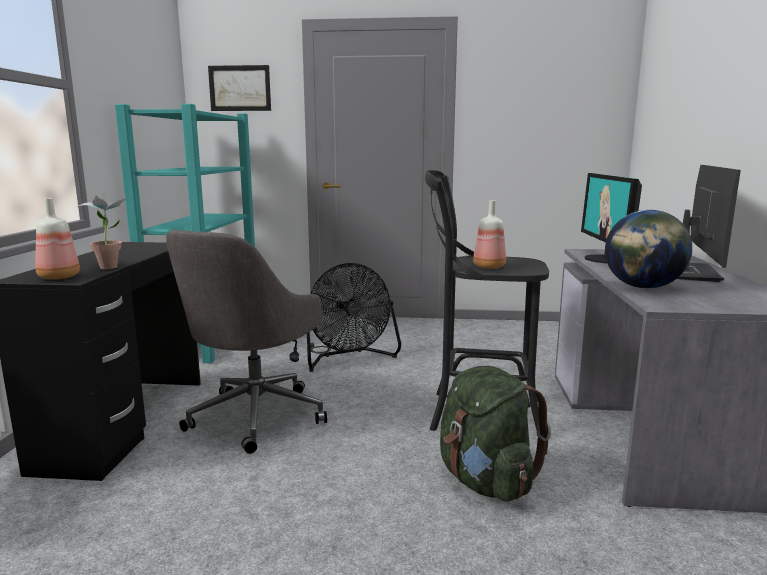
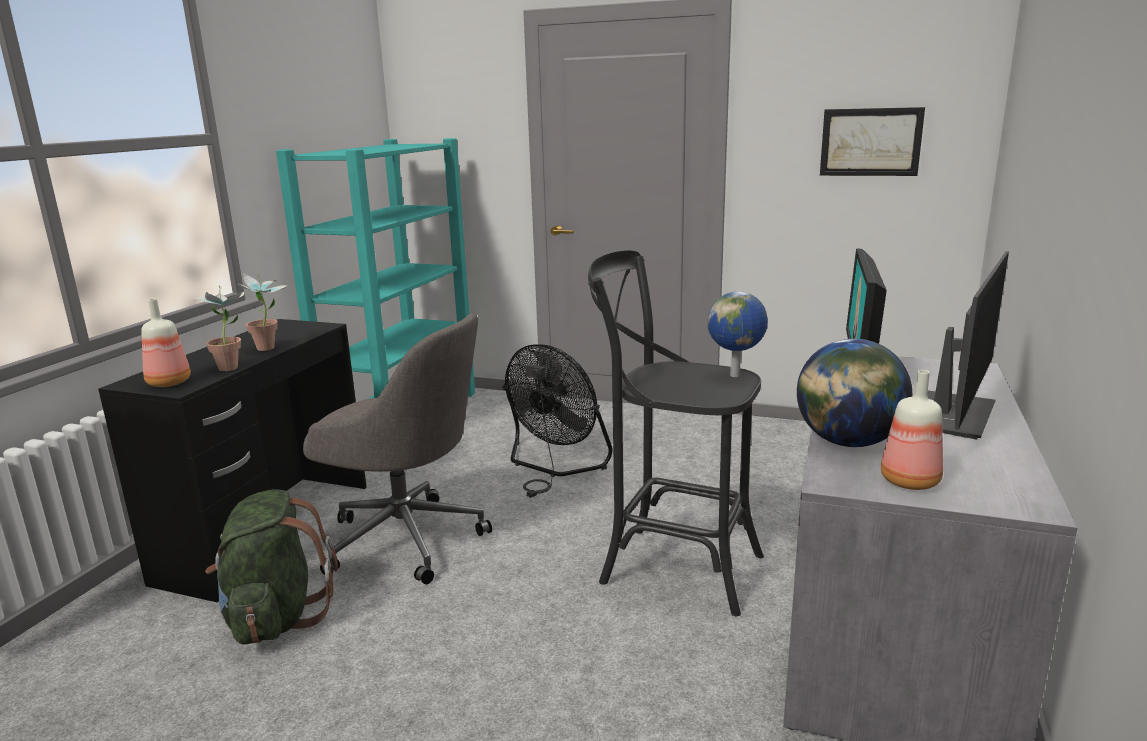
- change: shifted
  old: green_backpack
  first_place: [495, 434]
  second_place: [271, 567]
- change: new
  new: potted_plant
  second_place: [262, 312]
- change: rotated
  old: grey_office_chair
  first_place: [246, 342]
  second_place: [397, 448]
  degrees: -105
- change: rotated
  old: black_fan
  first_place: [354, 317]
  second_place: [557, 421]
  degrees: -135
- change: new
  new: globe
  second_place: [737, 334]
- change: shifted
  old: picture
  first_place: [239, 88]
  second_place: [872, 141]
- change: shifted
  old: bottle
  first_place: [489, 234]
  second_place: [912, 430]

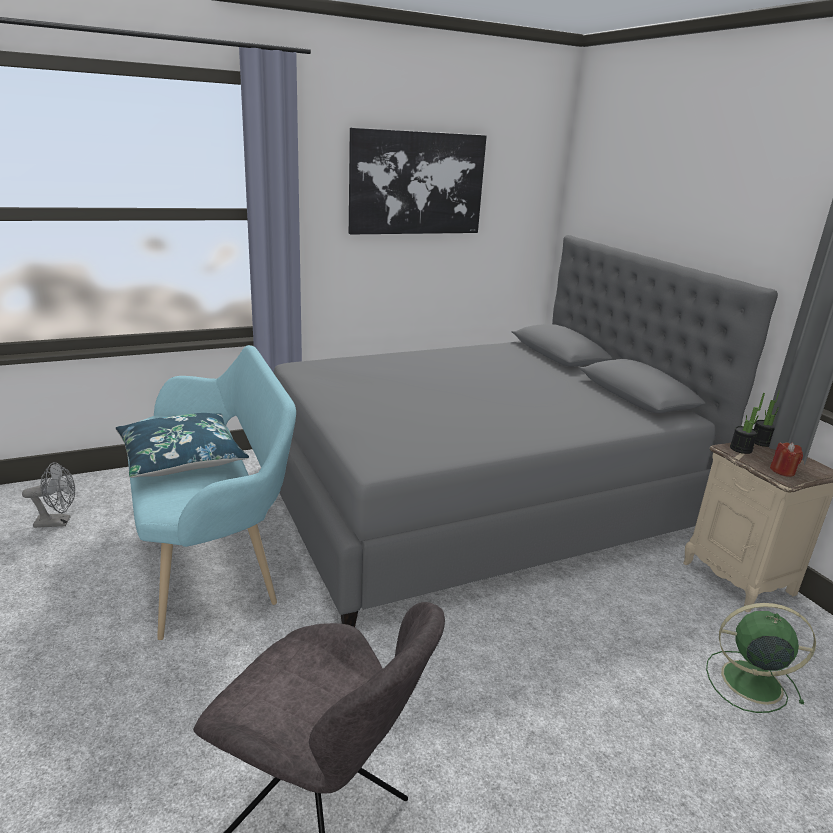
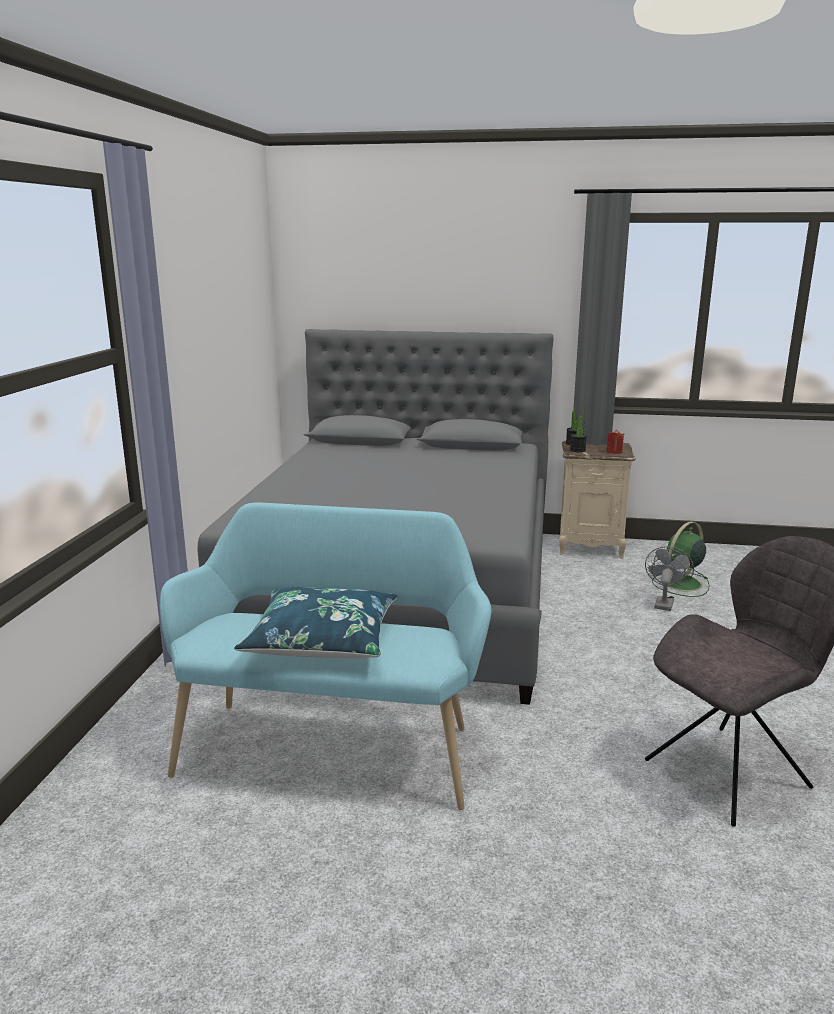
- change: shifted
  old: grey_fan
  first_place: [48, 495]
  second_place: [669, 578]
- change: gone
  old: picture
  first_place: [418, 181]

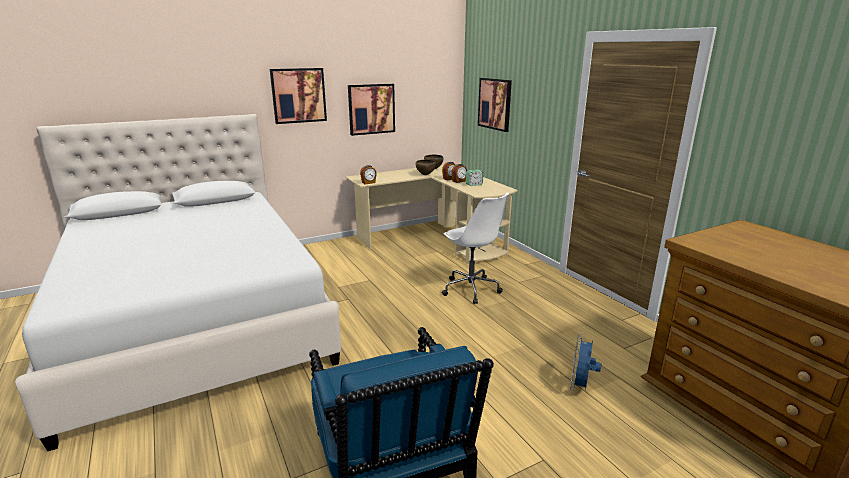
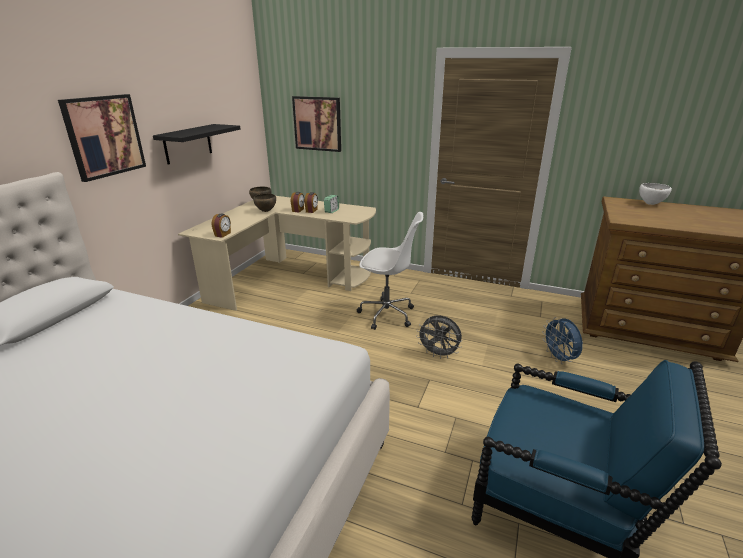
- change: swapped
  old: picture
  new: black_shelf
  first_place: [371, 110]
  second_place: [197, 144]
- change: new
  new: grey_fan
  second_place: [439, 337]
- change: new
  new: white_bowl
  second_place: [655, 194]

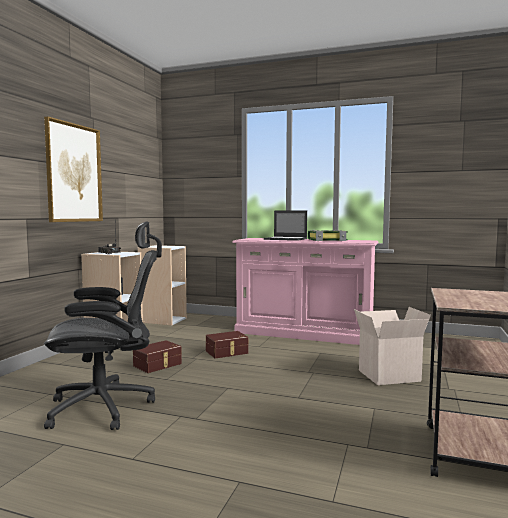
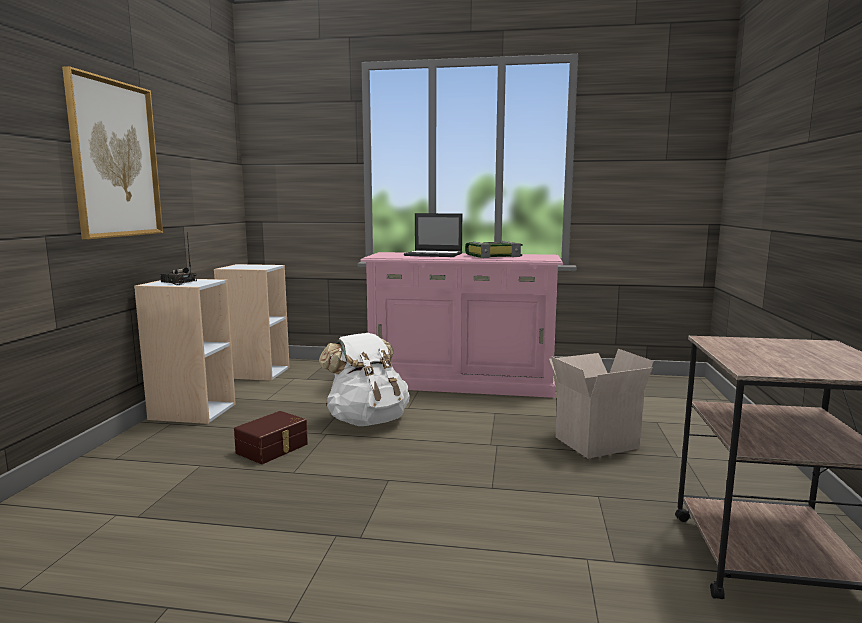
- change: swapped
  old: brown_storage_box
  new: white_backpack
  first_place: [227, 345]
  second_place: [364, 379]
- change: gone
  old: office_chair
  first_place: [103, 325]

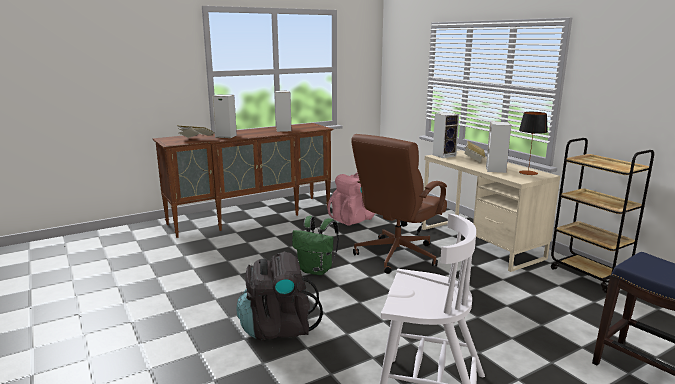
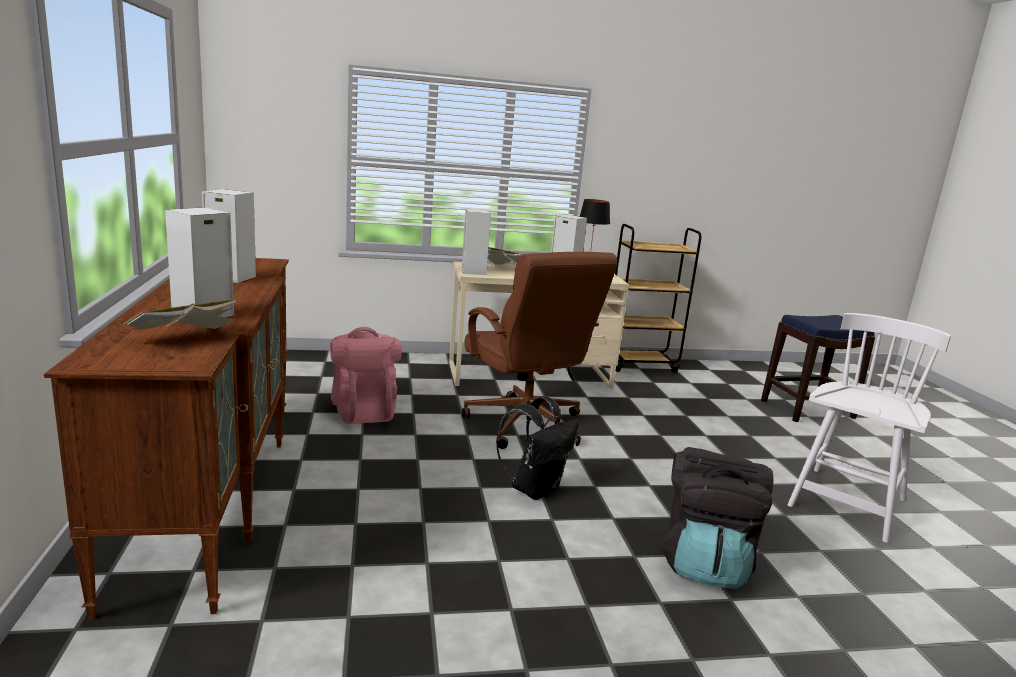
- change: repainted
  old: green_backpack
  new: black_backpack
  first_place: [315, 245]
  second_place: [537, 448]

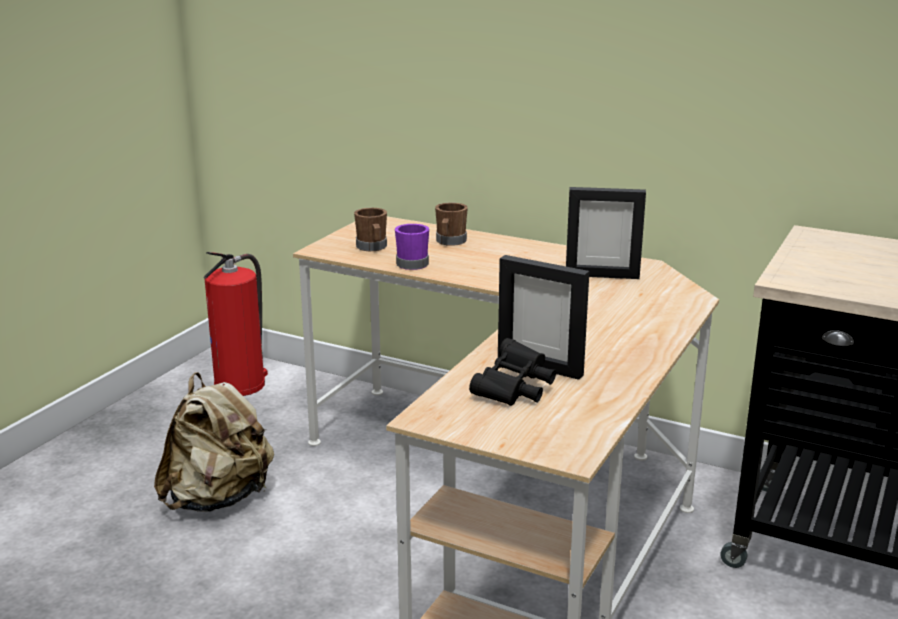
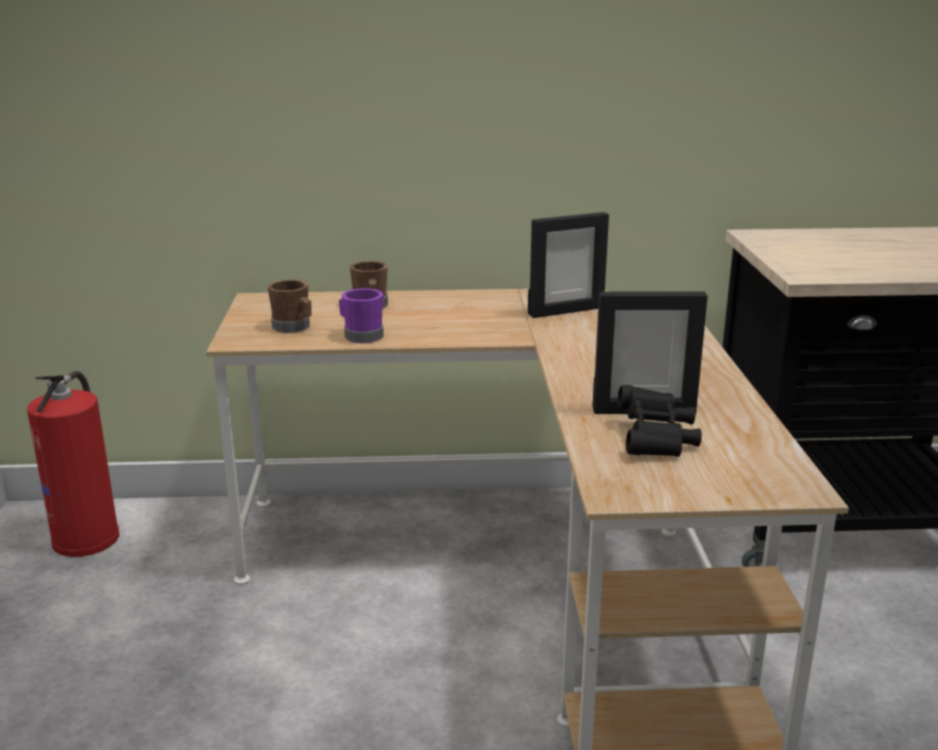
- change: gone
  old: beige_backpack
  first_place: [214, 442]

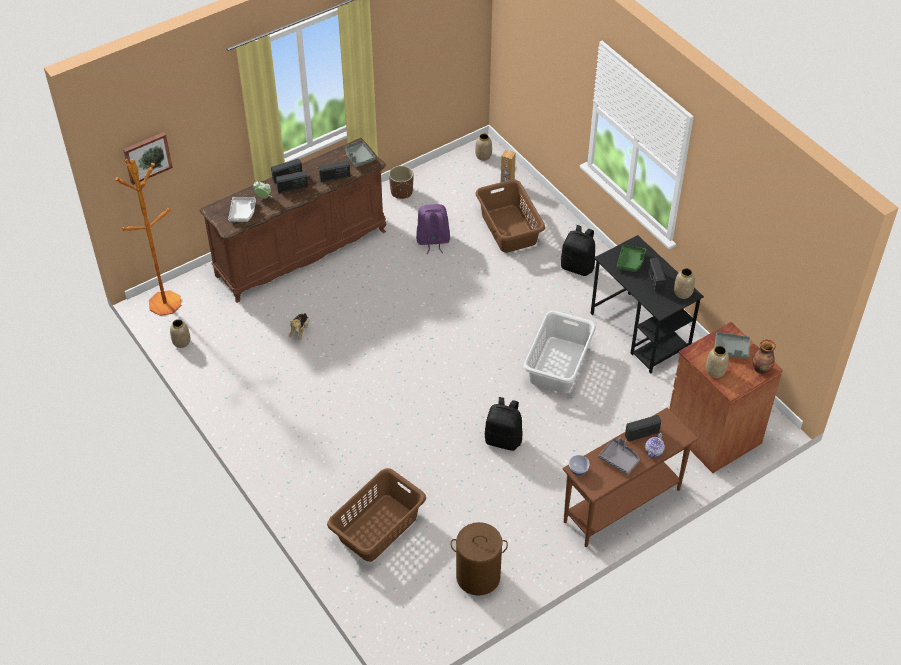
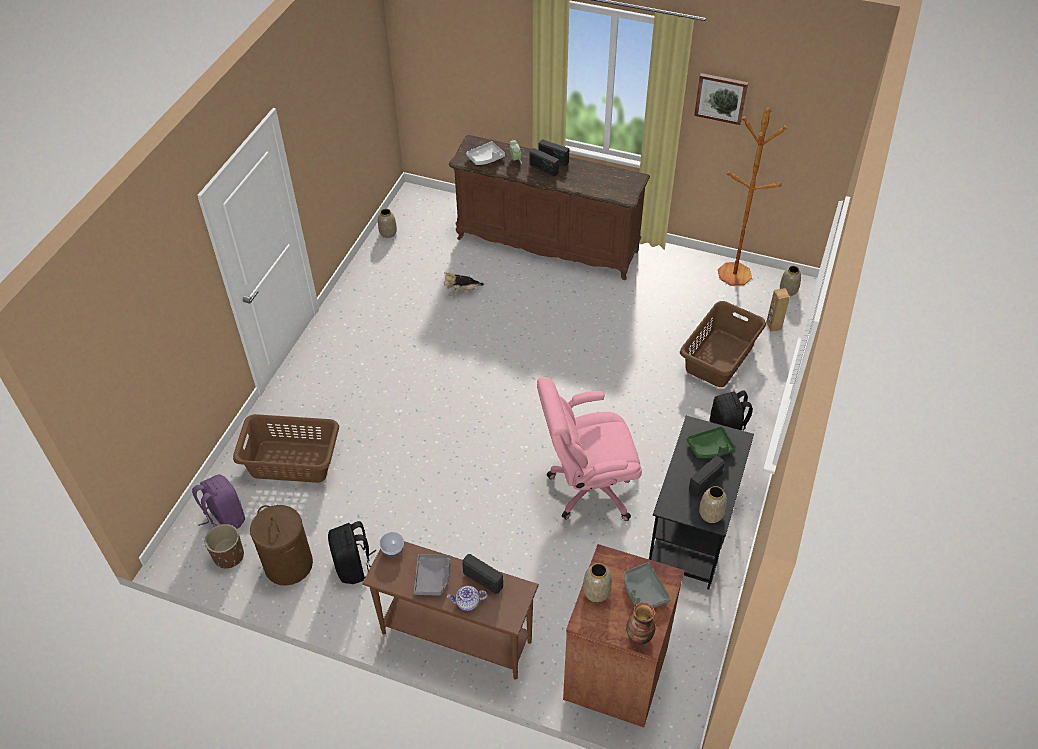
- change: shifted
  old: purple_backpack
  first_place: [433, 229]
  second_place: [218, 501]
- change: shifted
  old: brown_planter
  first_place: [401, 182]
  second_place: [224, 546]
- change: shifted
  old: black_backpack
  first_place: [503, 424]
  second_place: [352, 552]
- change: swapped
  old: grey_laundry_basket
  new: pink_office_chair
  first_place: [559, 351]
  second_place: [589, 449]
- change: shifted
  old: picture
  first_place: [148, 158]
  second_place: [721, 99]
- change: shifted
  old: orange_clothes_rack
  first_place: [148, 237]
  second_place: [753, 197]
- change: gone
  old: radio
  first_place: [334, 171]
- change: gone
  old: grey_tray
  first_place: [361, 153]

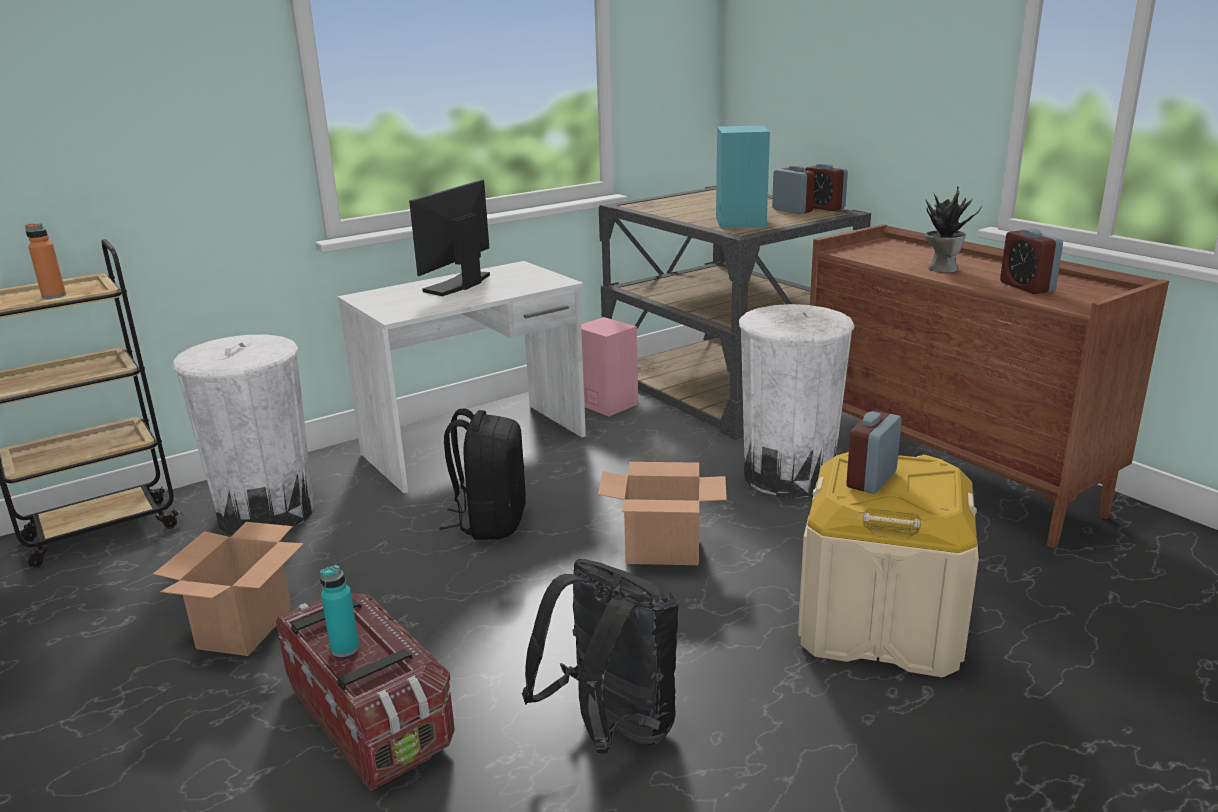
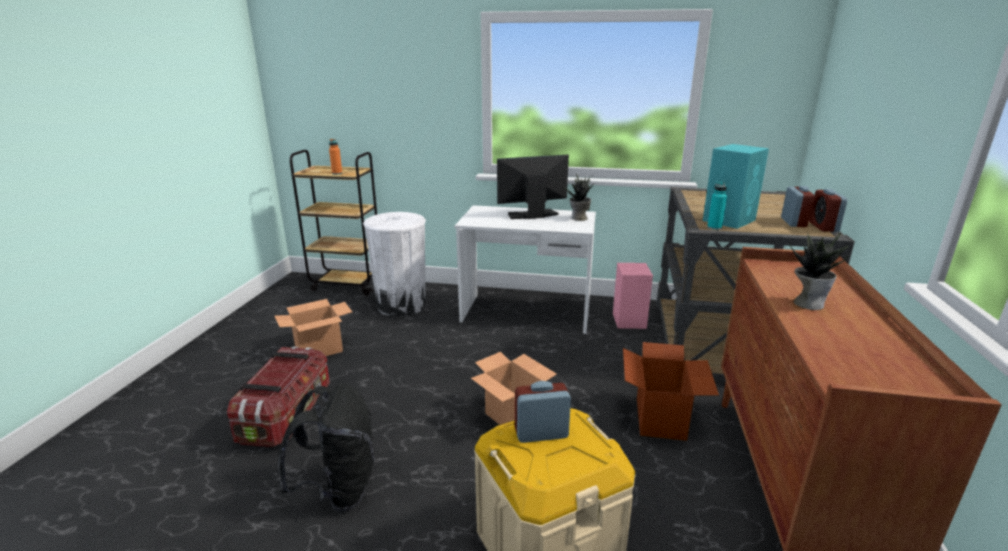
- change: new
  new: potted_plant
  second_place: [578, 197]
- change: swapped
  old: white_trash_can
  new: cardboard_box
  first_place: [797, 401]
  second_place: [671, 391]
- change: shifted
  old: turquoise_bottle
  first_place: [339, 611]
  second_place: [717, 206]
- change: gone
  old: black_backpack
  first_place: [482, 474]
- change: gone
  old: alarm_clock
  first_place: [1031, 261]

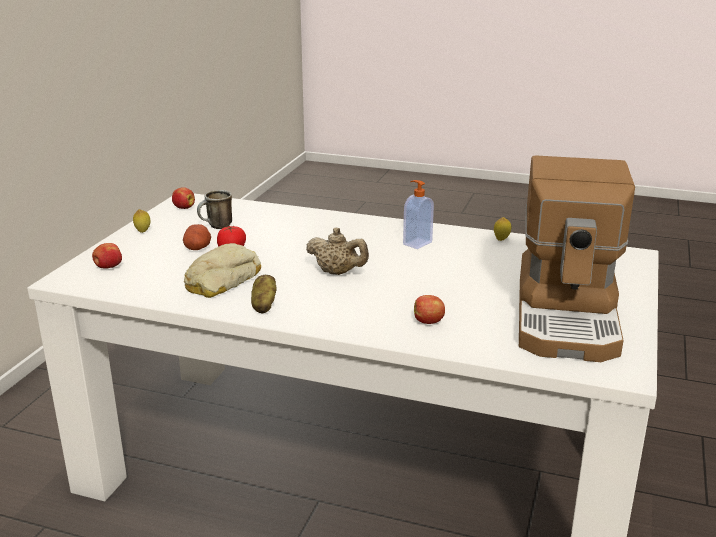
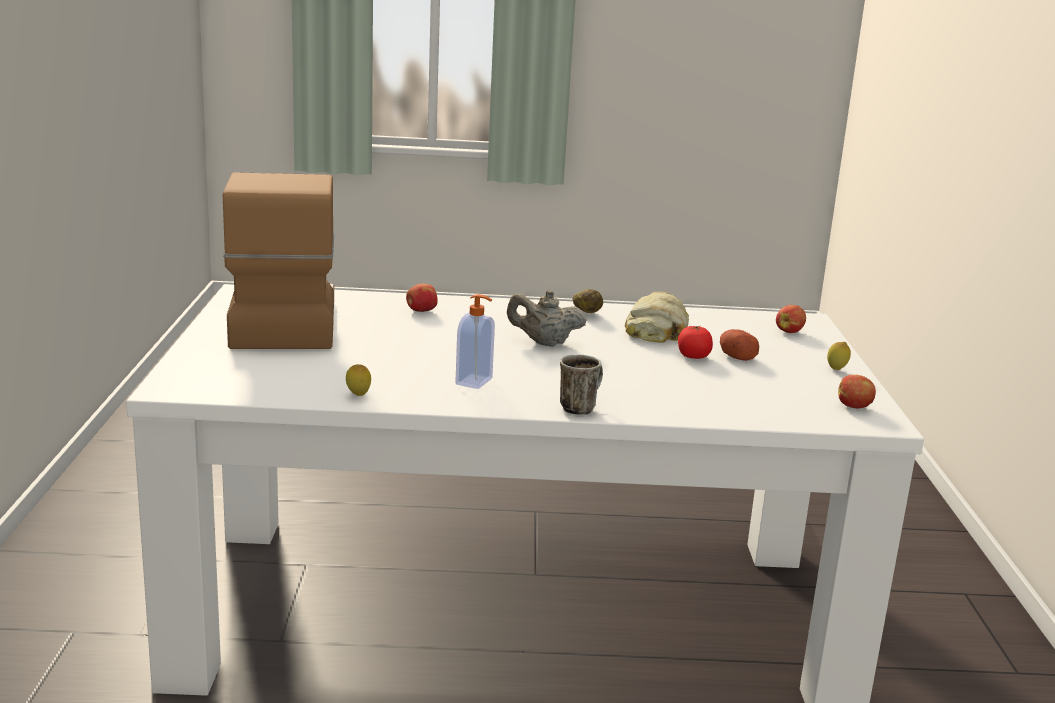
- change: shifted
  old: mug
  first_place: [214, 209]
  second_place: [581, 384]

